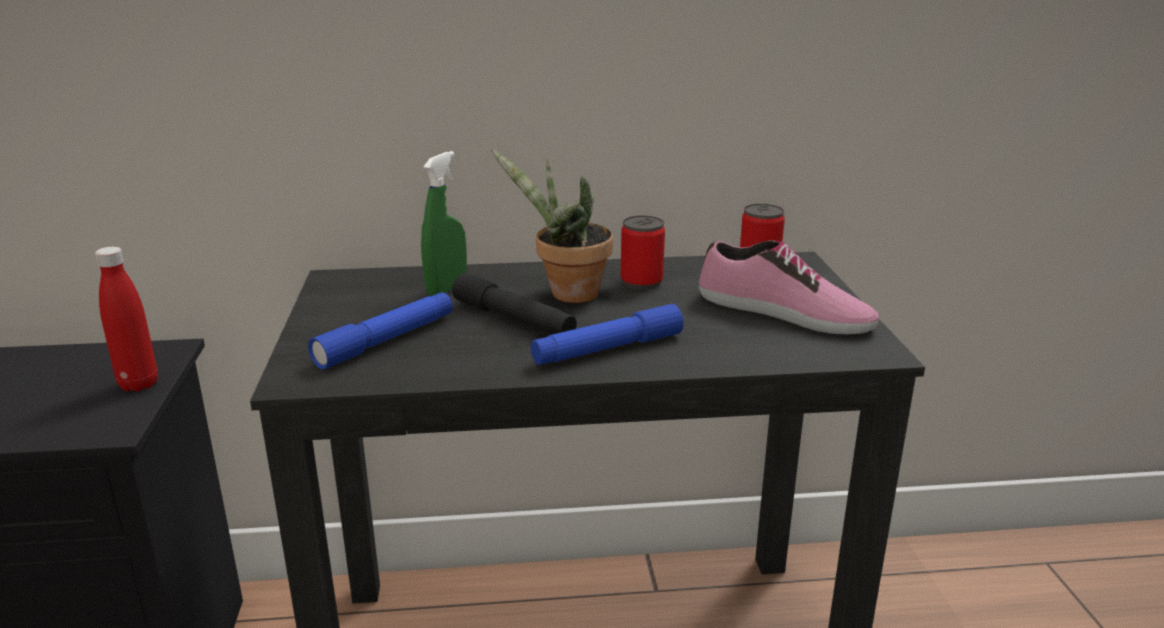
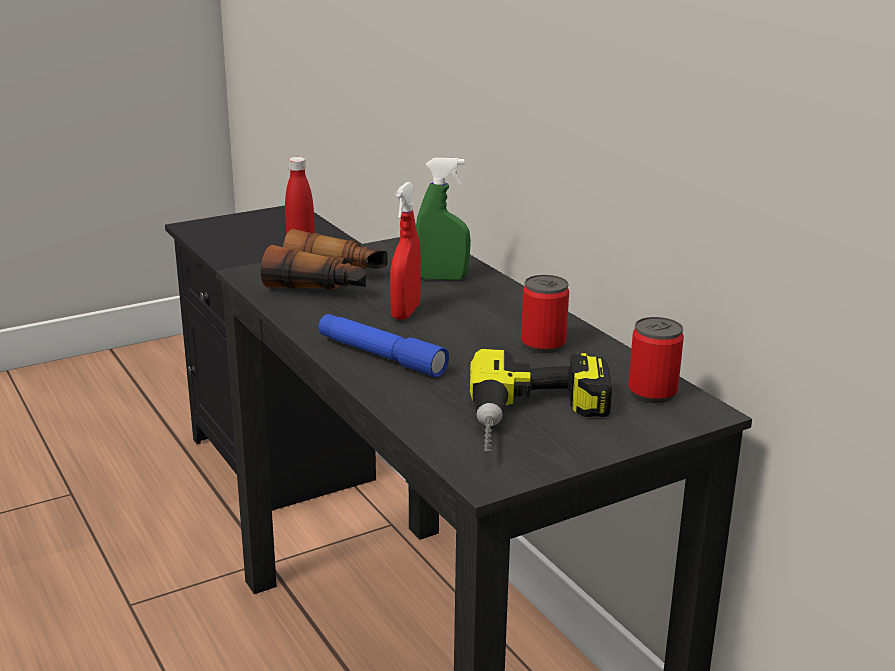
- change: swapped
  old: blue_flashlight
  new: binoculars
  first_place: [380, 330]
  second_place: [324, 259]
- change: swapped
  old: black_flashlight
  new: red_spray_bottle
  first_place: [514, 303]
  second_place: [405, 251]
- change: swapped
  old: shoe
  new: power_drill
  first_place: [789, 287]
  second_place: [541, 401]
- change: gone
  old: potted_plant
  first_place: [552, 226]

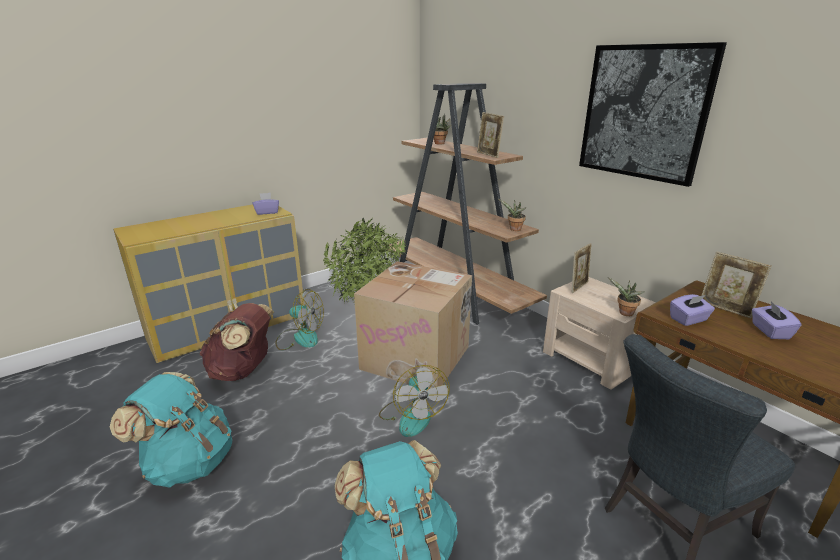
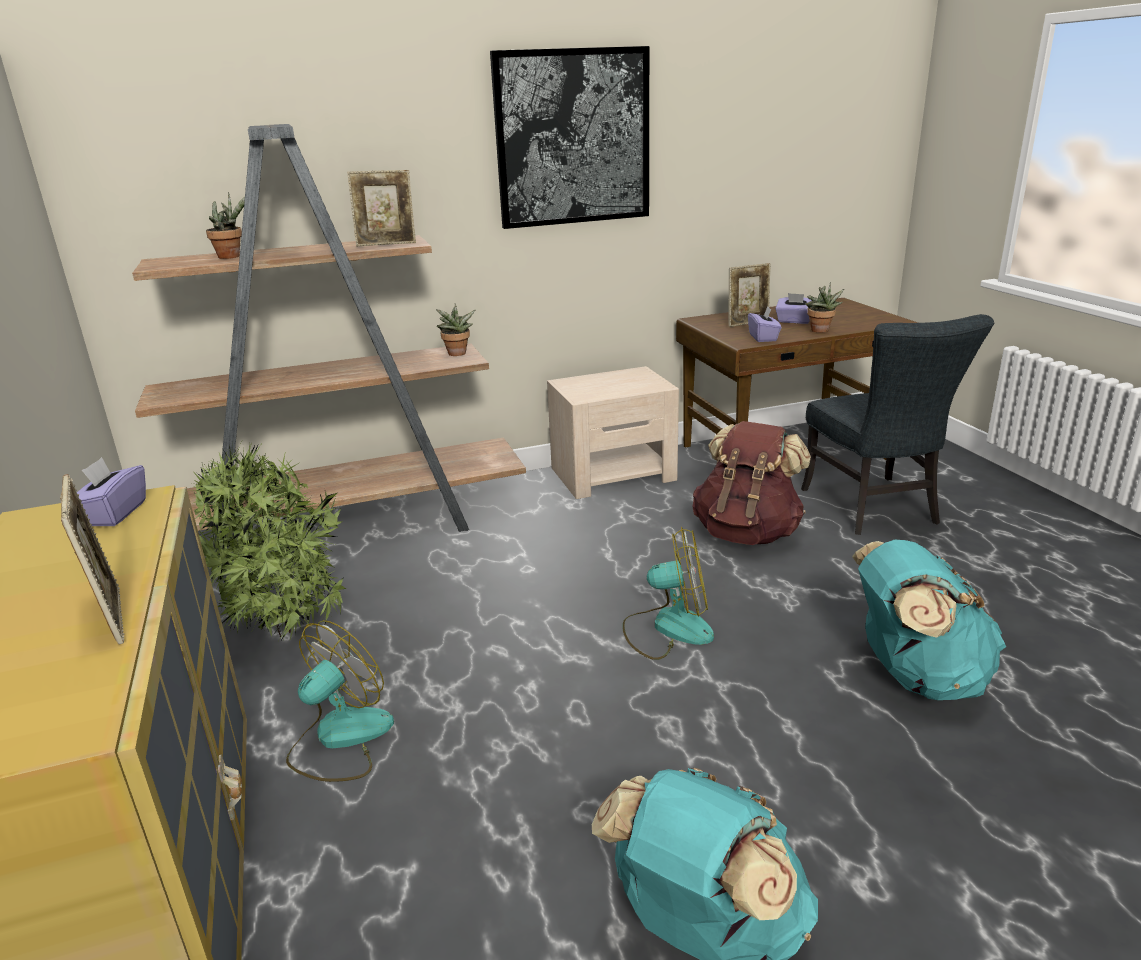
- change: shifted
  old: picture_frame
  first_place: [582, 268]
  second_place: [92, 559]
- change: shifted
  old: brown_backpack
  first_place: [237, 342]
  second_place: [752, 483]
- change: shifted
  old: potted_plant
  first_place: [626, 296]
  second_place: [824, 307]
- change: gone
  old: cardboard_box
  first_place: [413, 325]

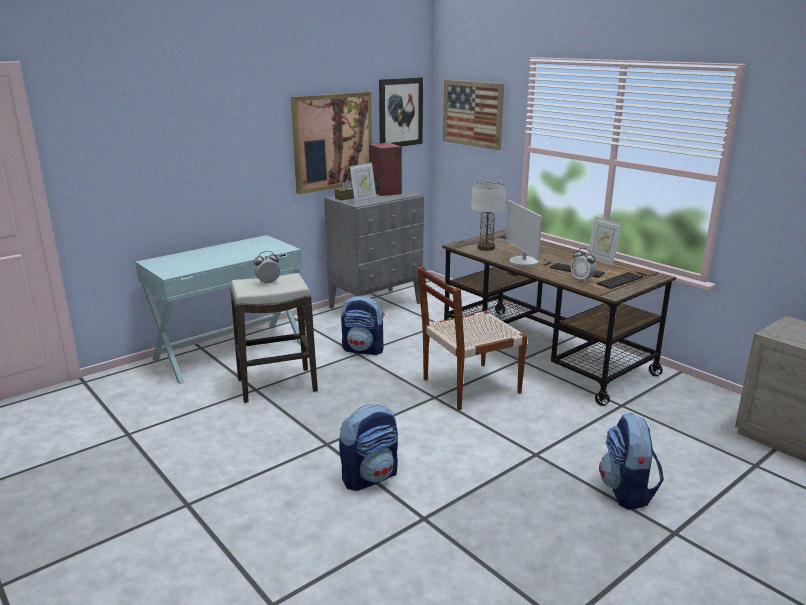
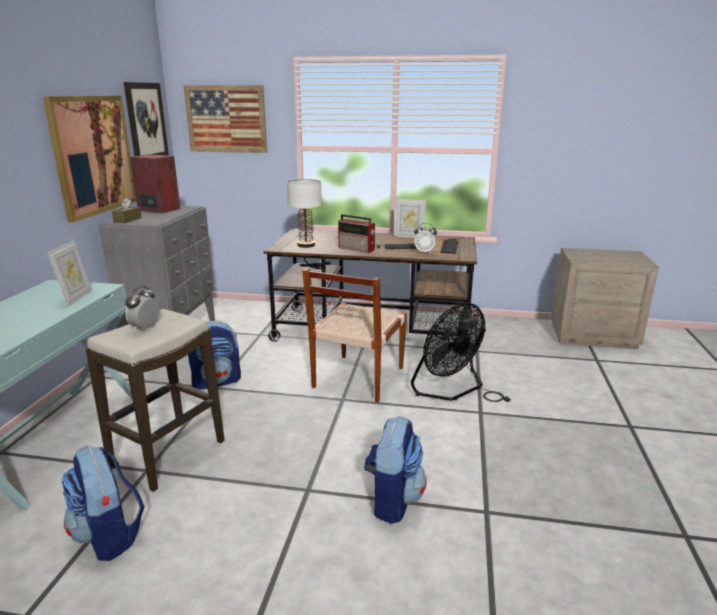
- change: shifted
  old: picture_frame
  first_place: [363, 183]
  second_place: [69, 274]
- change: shifted
  old: backpack
  first_place: [631, 461]
  second_place: [103, 503]
- change: swapped
  old: monitor
  new: radio
  first_place: [524, 233]
  second_place: [356, 233]
- change: new
  new: black_fan
  second_place: [461, 352]

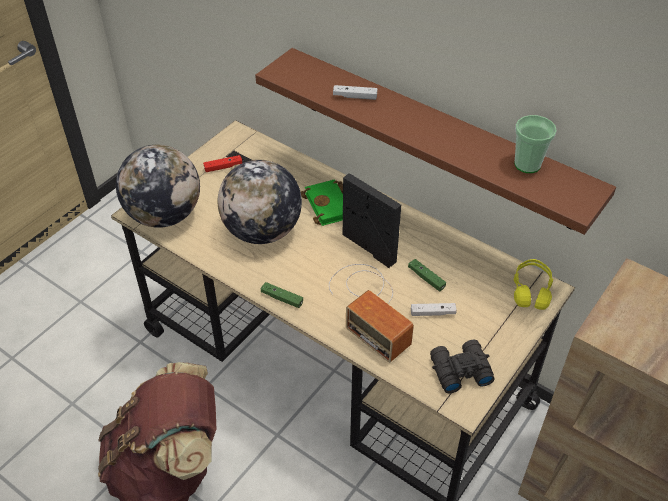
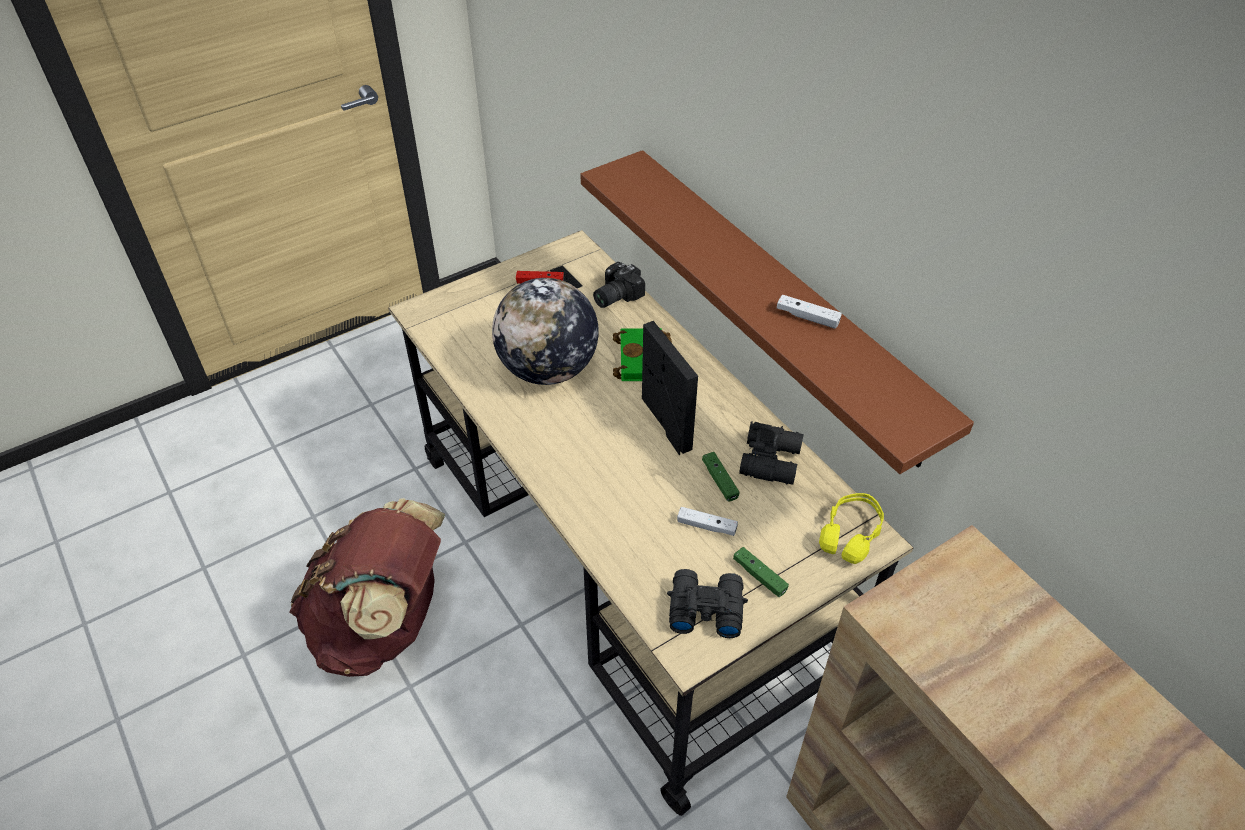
- change: new
  new: photo_camera
  second_place: [619, 285]
- change: shifted
  old: green_game_controller
  first_place: [282, 295]
  second_place: [761, 572]
- change: new
  new: black_binoculars
  second_place: [771, 453]
- change: shifted
  old: white_game_controller
  first_place: [355, 92]
  second_place: [809, 312]
- change: gone
  old: globe
  first_place: [158, 186]
- change: gone
  old: radio
  first_place: [371, 313]
- change: gone
  old: cup
  first_place: [535, 144]

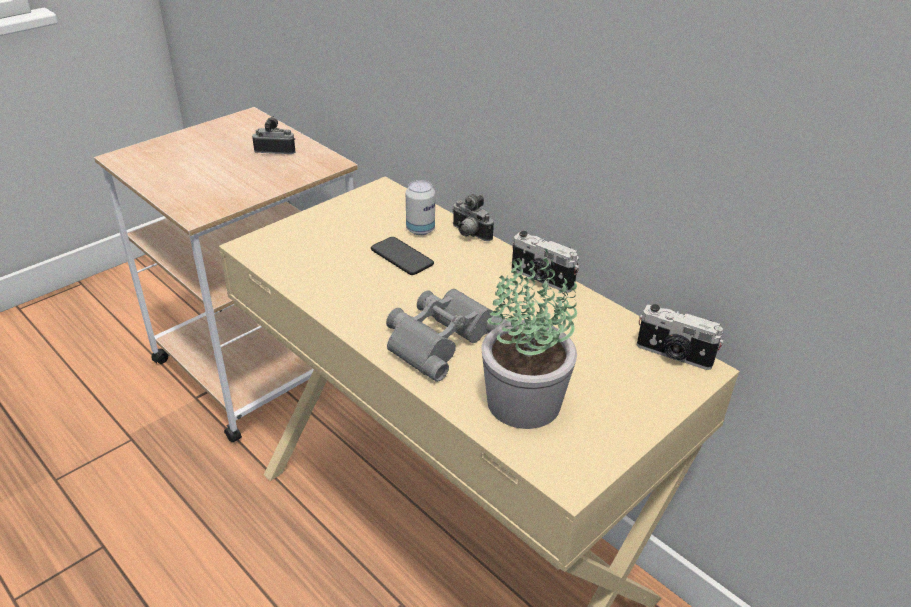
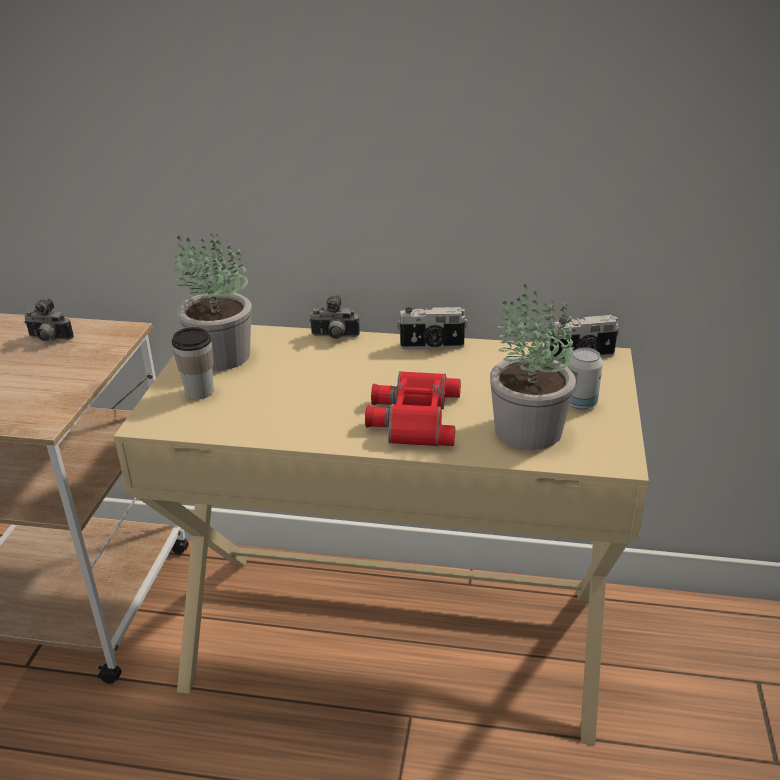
- change: rotated
  old: photo_camera
  first_place: [274, 135]
  second_place: [49, 320]
  degrees: -135
- change: new
  new: cup
  second_place: [192, 363]
- change: new
  new: potted_plant
  second_place: [213, 302]
- change: repainted
  old: grey_binoculars
  new: red_binoculars
  first_place: [447, 335]
  second_place: [413, 409]
- change: shifted
  old: can
  first_place: [420, 207]
  second_place: [585, 379]
- change: gone
  old: phone
  first_place: [402, 256]

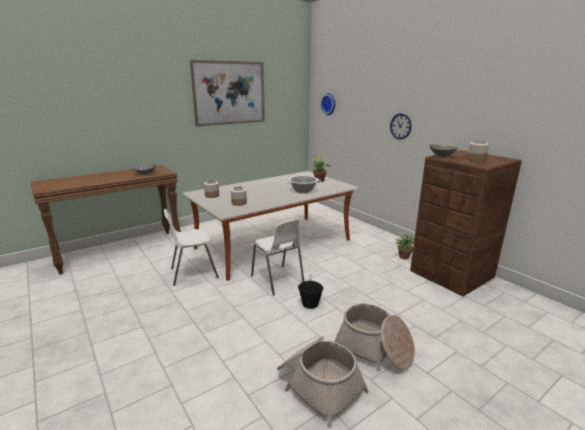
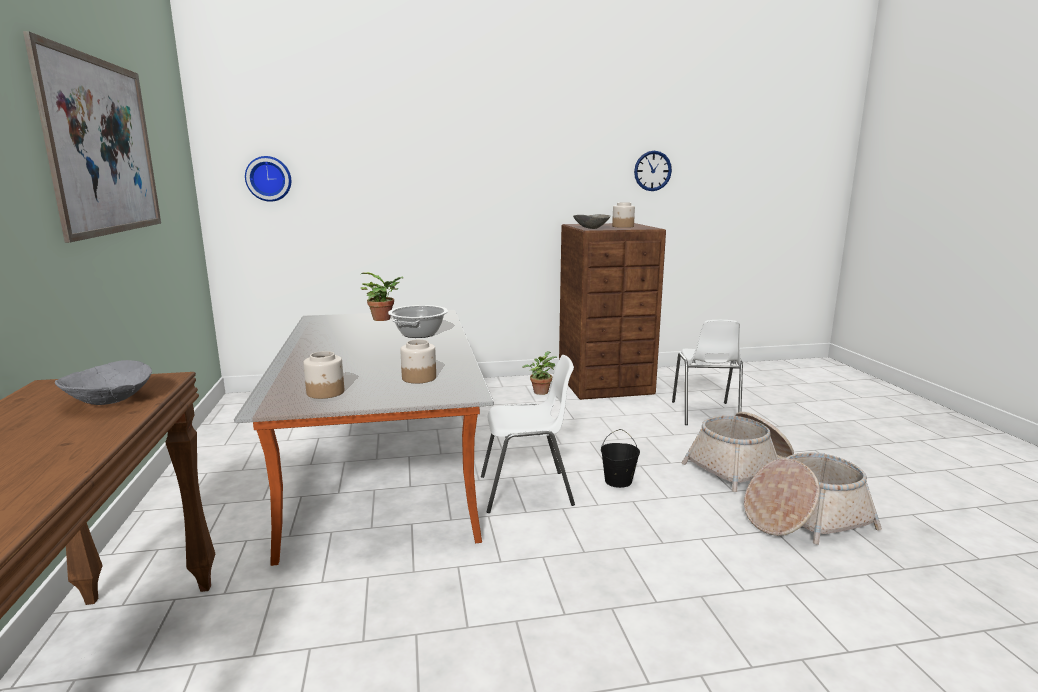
- change: shifted
  old: wall_clock
  first_place: [400, 126]
  second_place: [653, 171]
- change: shifted
  old: white_chair
  first_place: [191, 247]
  second_place: [707, 372]

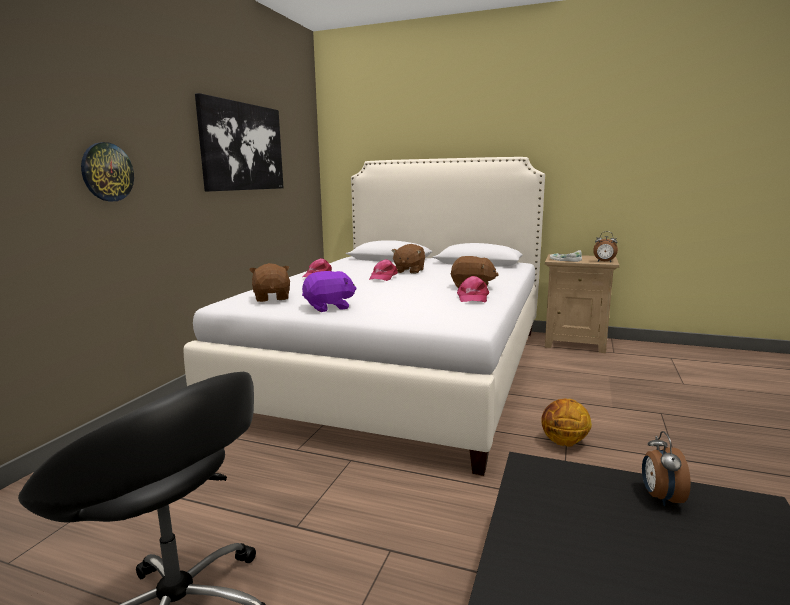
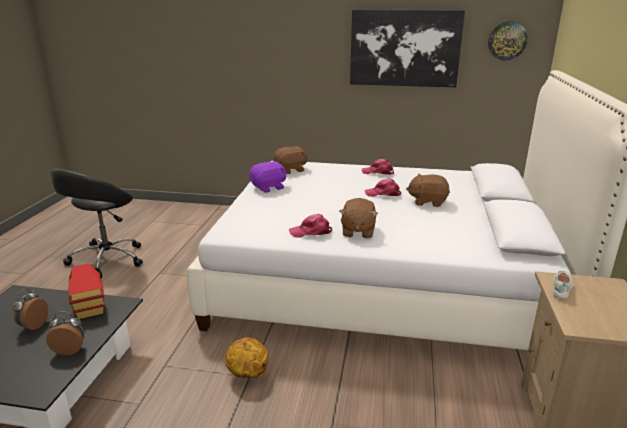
- change: shifted
  old: alarm_clock
  first_place: [605, 246]
  second_place: [30, 310]
- change: new
  new: toy_house
  second_place: [87, 291]
- change: rotated
  old: purple_plush_toy
  first_place: [329, 291]
  second_place: [268, 177]
  degrees: -90
- change: shifted
  old: wall_clock
  first_place: [107, 171]
  second_place: [508, 41]

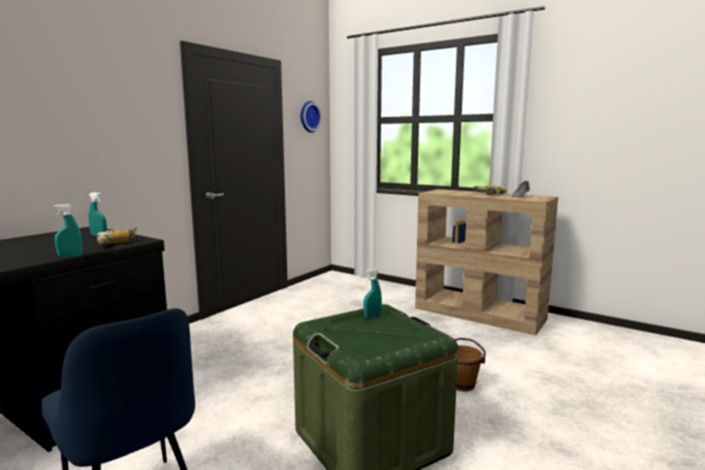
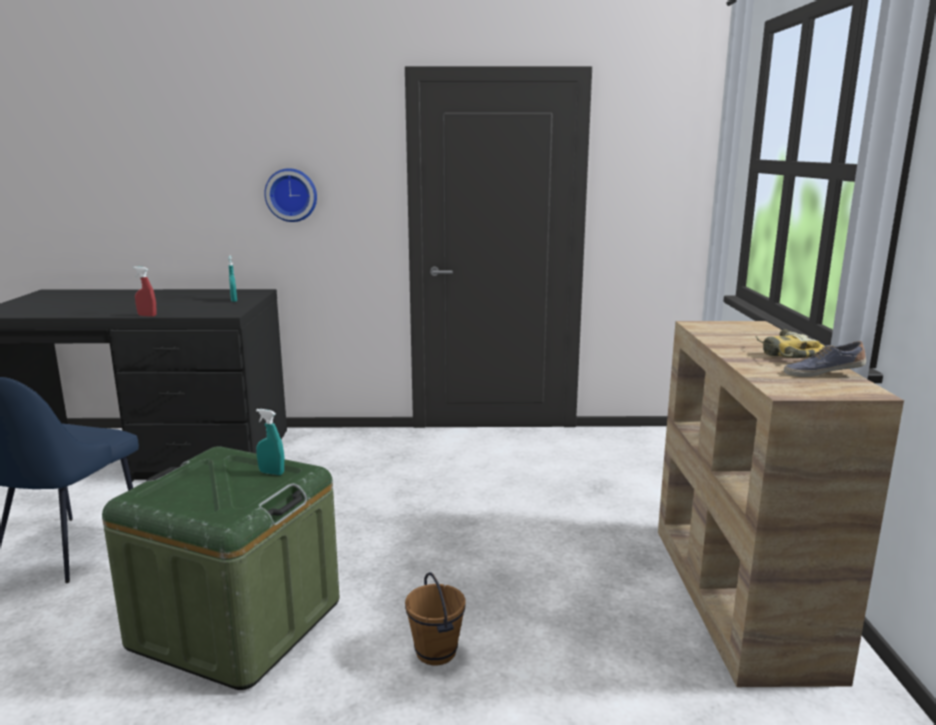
- change: repainted
  old: turquoise_spray_bottle
  new: red_spray_bottle
  first_place: [68, 231]
  second_place: [145, 291]
- change: shifted
  old: wall_clock
  first_place: [311, 117]
  second_place: [290, 195]
- change: gone
  old: power_drill
  first_place: [117, 237]

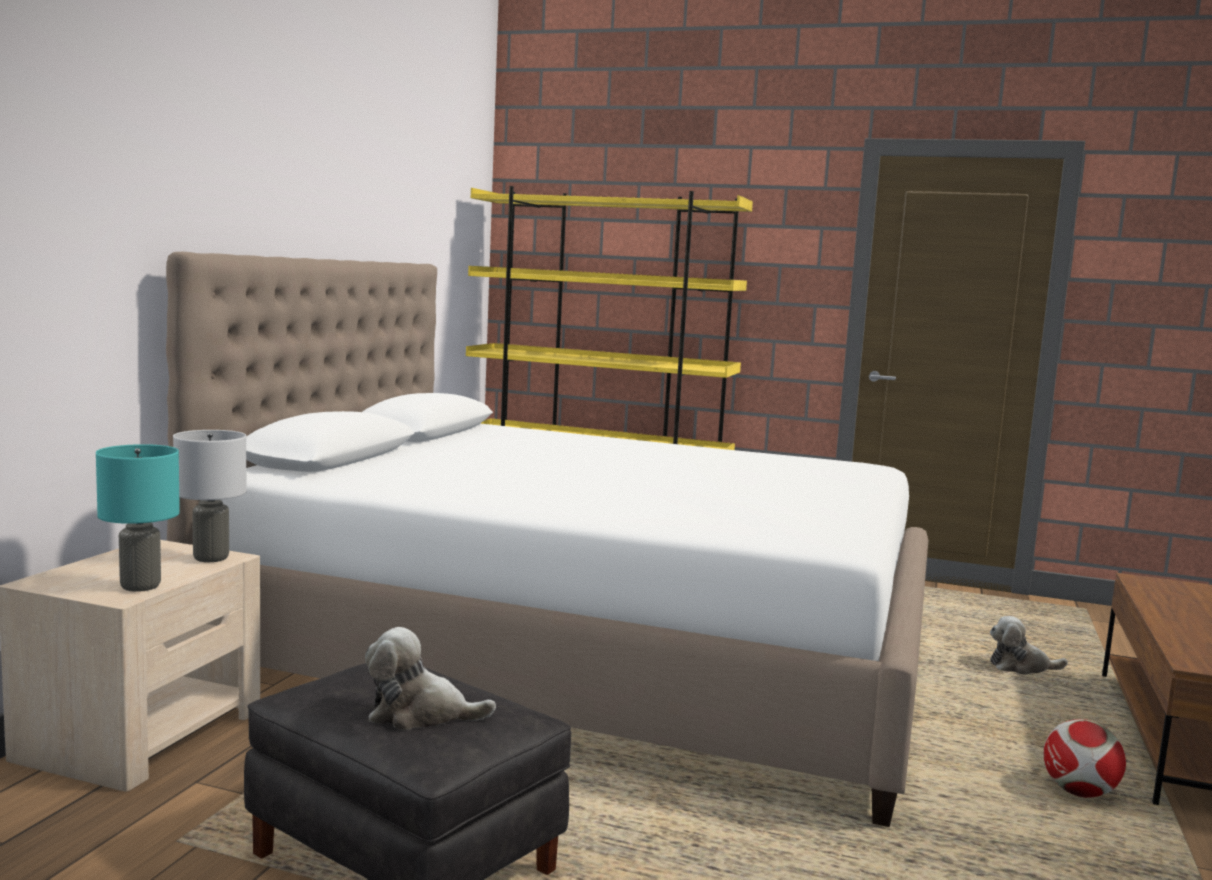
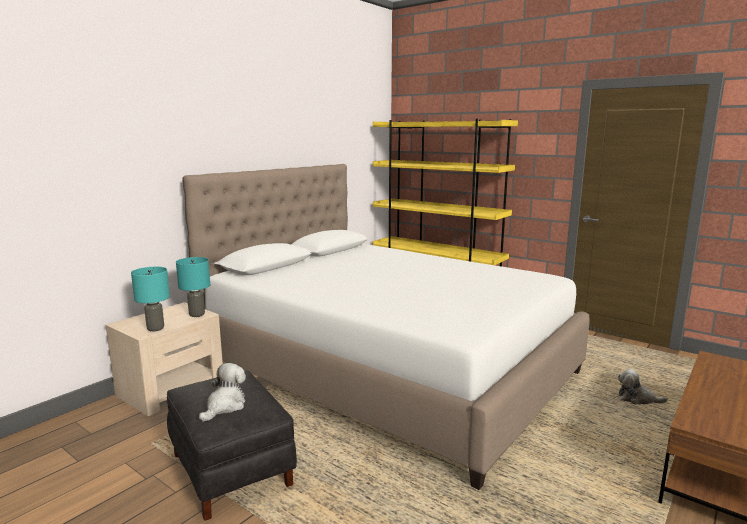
- change: repainted
  old: white_table_lamp
  new: turquoise_table_lamp
  first_place: [209, 496]
  second_place: [193, 287]
- change: rotated
  old: plush_toy
  first_place: [430, 678]
  second_place: [222, 392]
  degrees: 90
- change: gone
  old: football
  first_place: [1084, 758]

